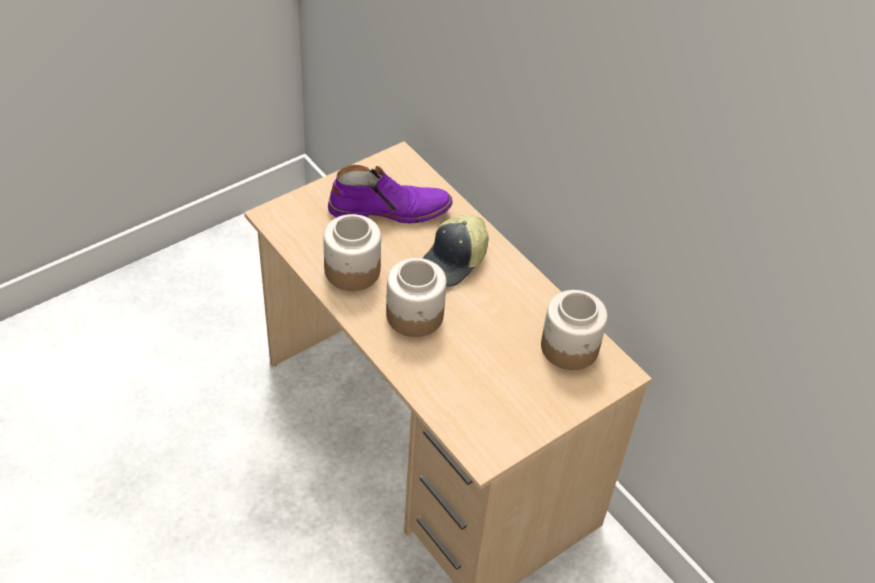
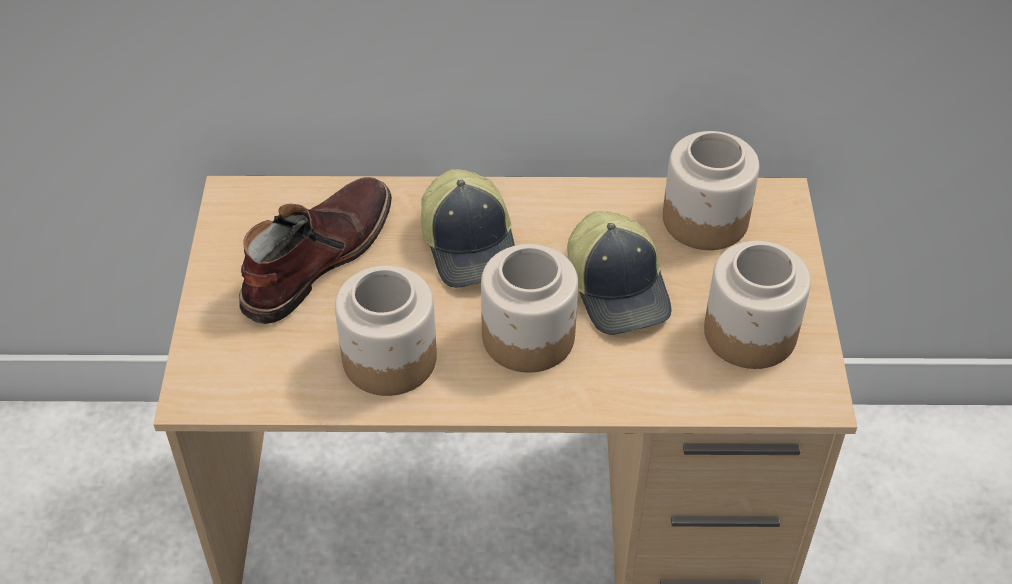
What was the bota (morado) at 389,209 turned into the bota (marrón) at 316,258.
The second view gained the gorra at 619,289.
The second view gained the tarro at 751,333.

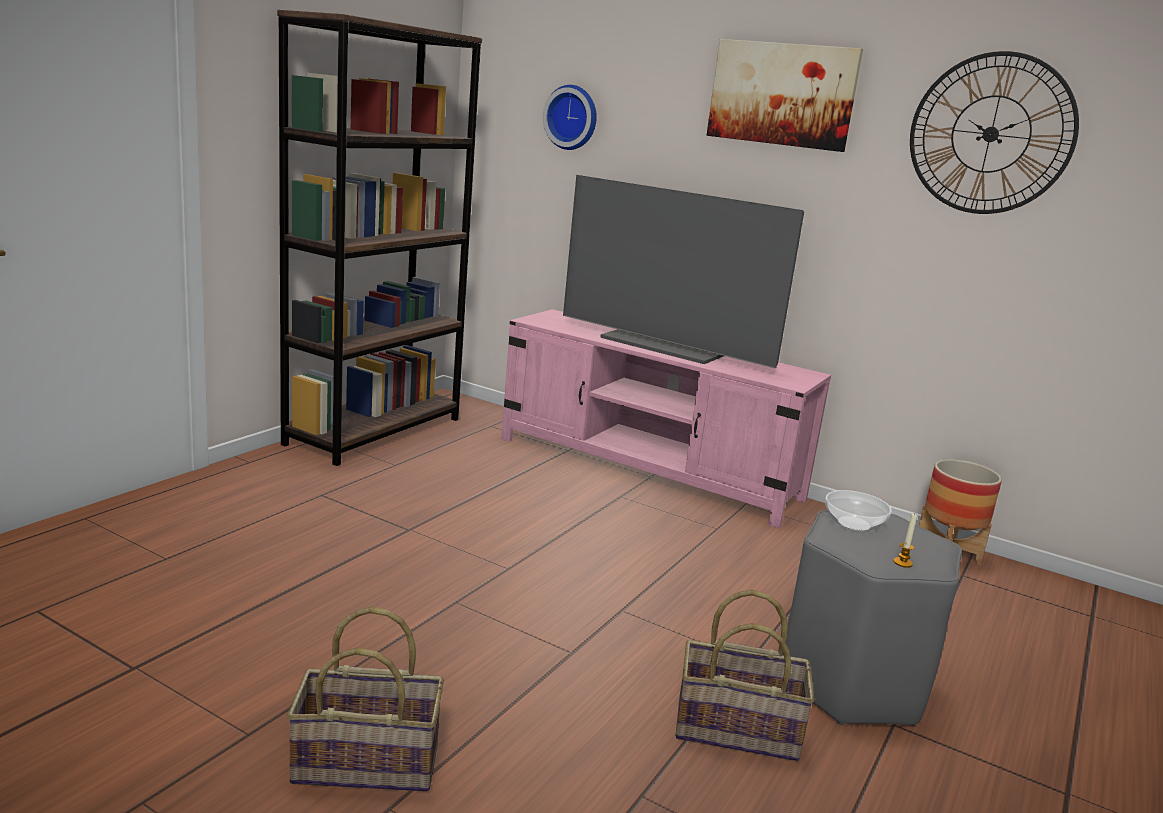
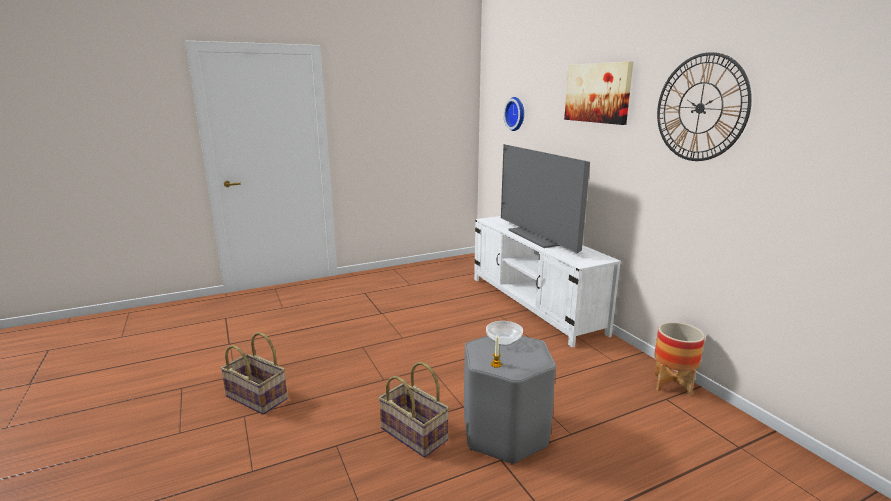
What was the mueble de televisión (rosa) at 648,469 turned into the mueble de televisión (blanco) at 534,304.
The second view lost the estantería (marrón) at 375,431.

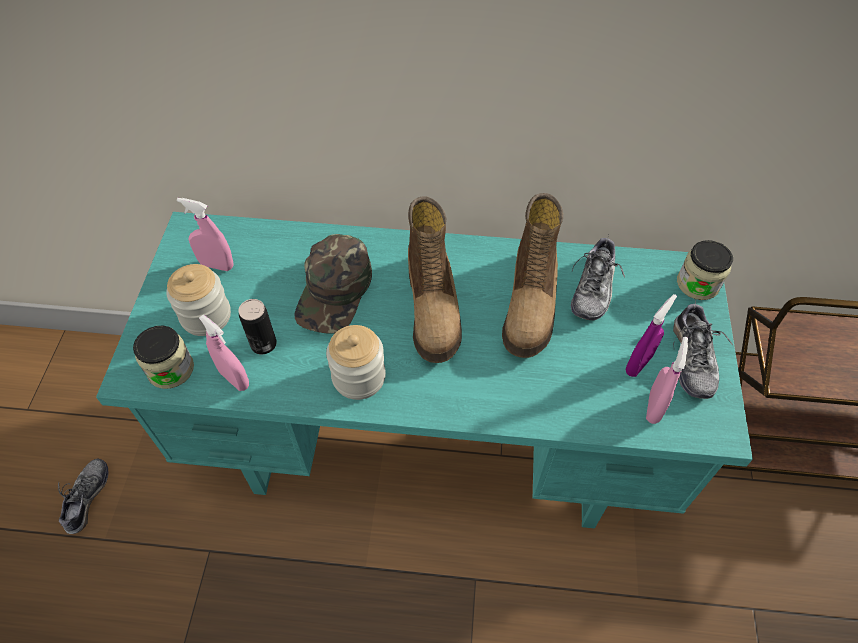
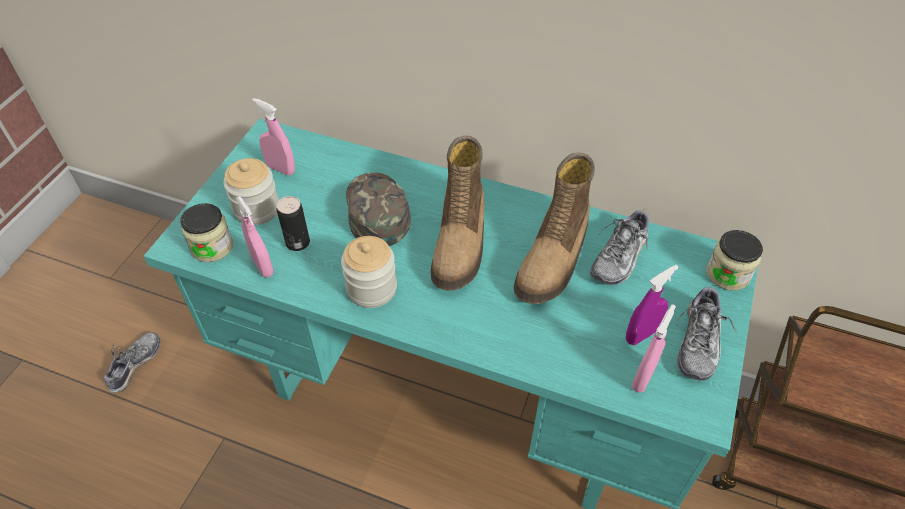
The gorra (verde) at 335,291 ended up facing another way, 135 degrees clockwise from before.

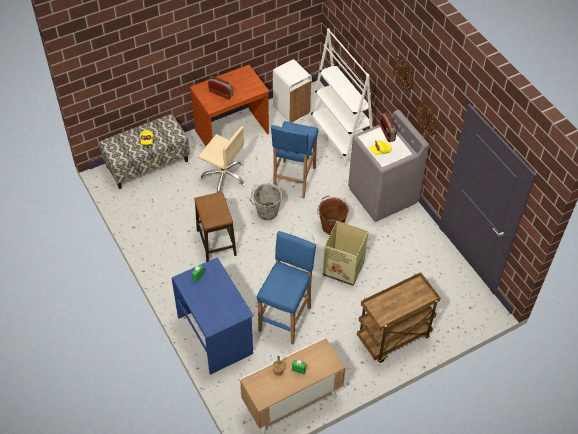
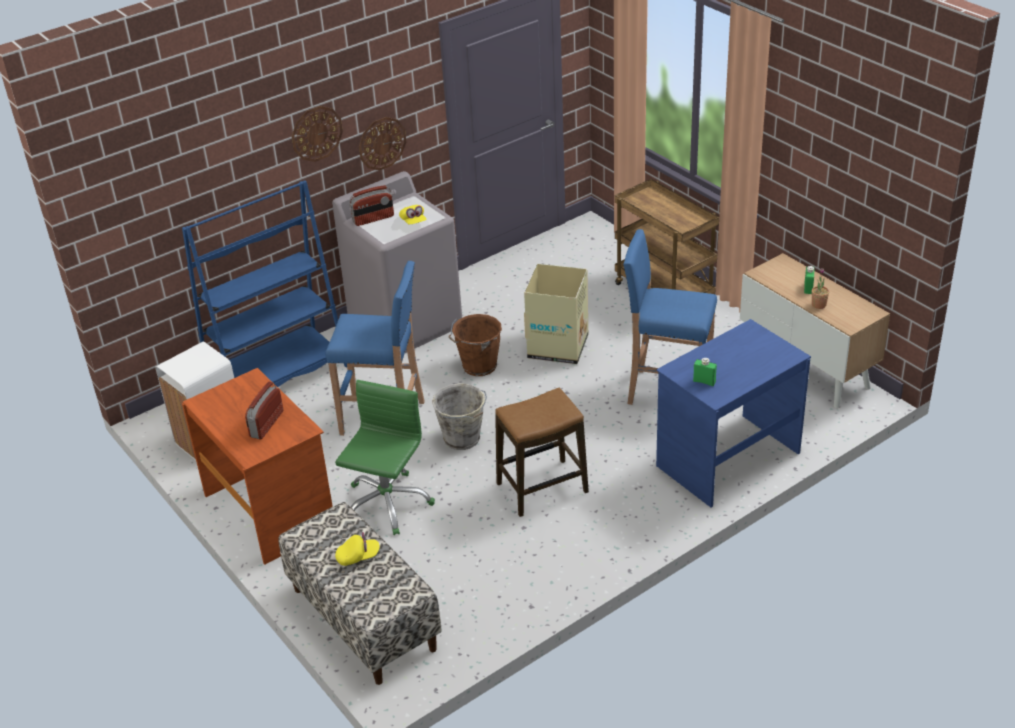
What was the estantería (blanco) at 340,136 turned into the estantería (azul) at 278,377.
What was the silla de oficina (beis) at 224,177 turned into the silla de oficina (verde) at 387,503.

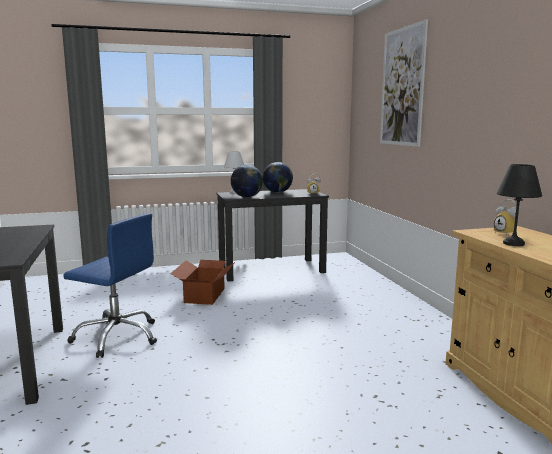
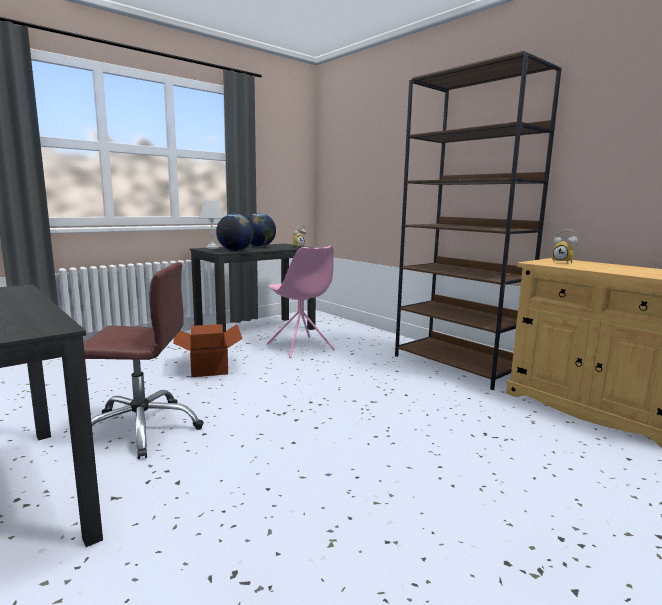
What was the silla de oficina (azul) at 117,337 turned into the silla de oficina (marrón) at 142,429.
The second view gained the silla (rosa) at 300,347.
The second view gained the estantería (marrón) at 458,365.
The second view lost the cuadro at 402,87.
The second view lost the lámpara de mesa (negro) at 512,243.

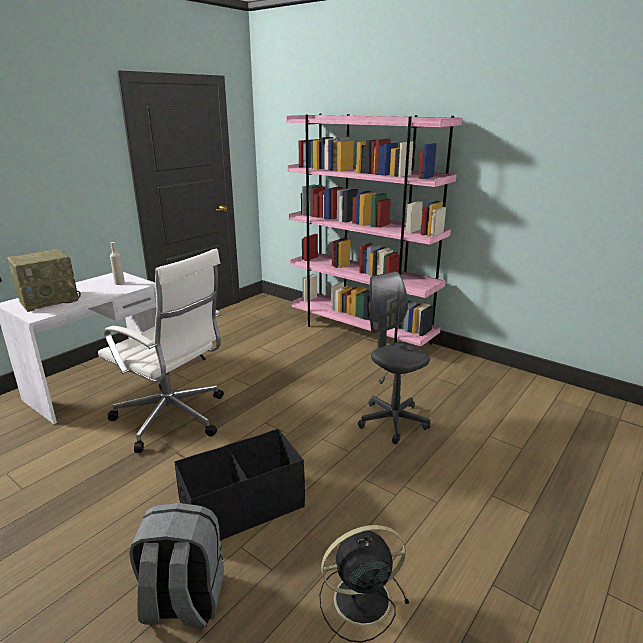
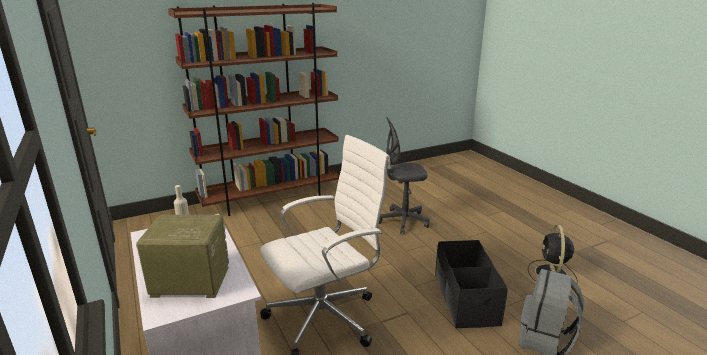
The radio at 49,300 ended up facing another way, 75 degrees counterclockwise from before.
What was the estantería (rosa) at 361,333 turned into the estantería (marrón) at 270,198.

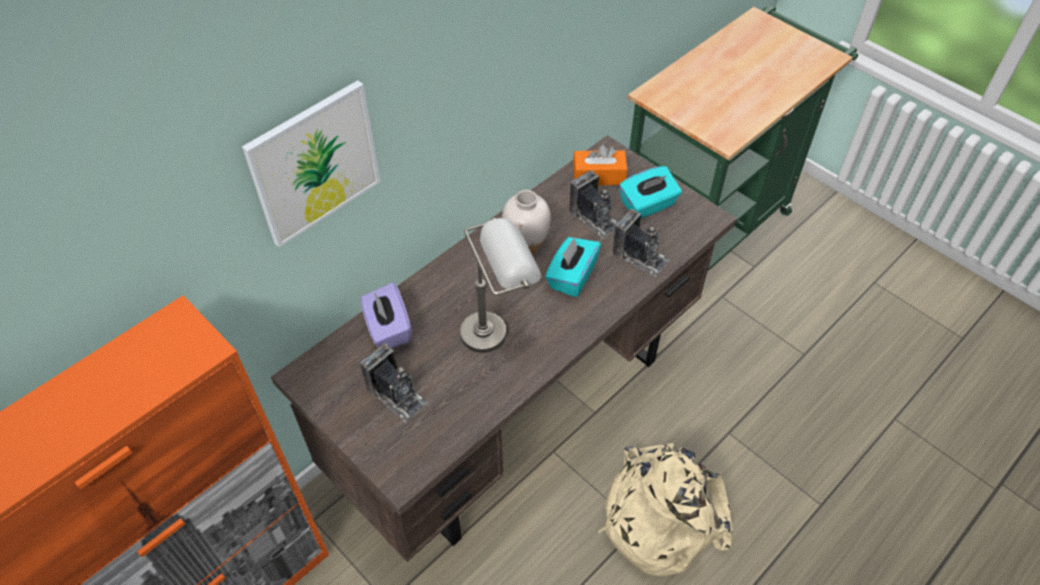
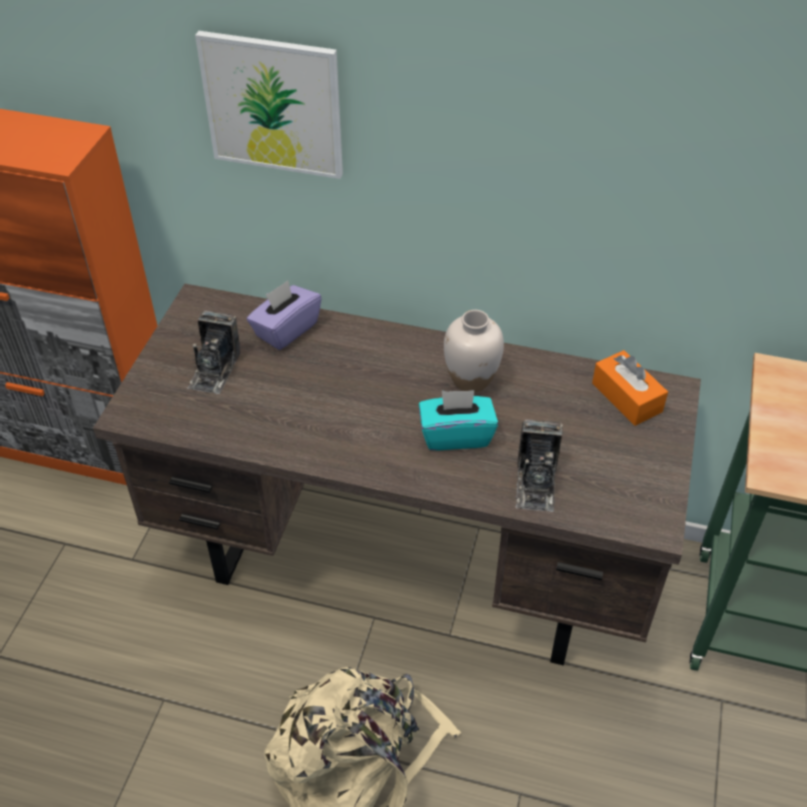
The second view lost the lámpara de mesa (gris) at 498,327.
The second view lost the cámara at 594,217.
The second view lost the caja de pañuelos (turquesa) at 648,205.

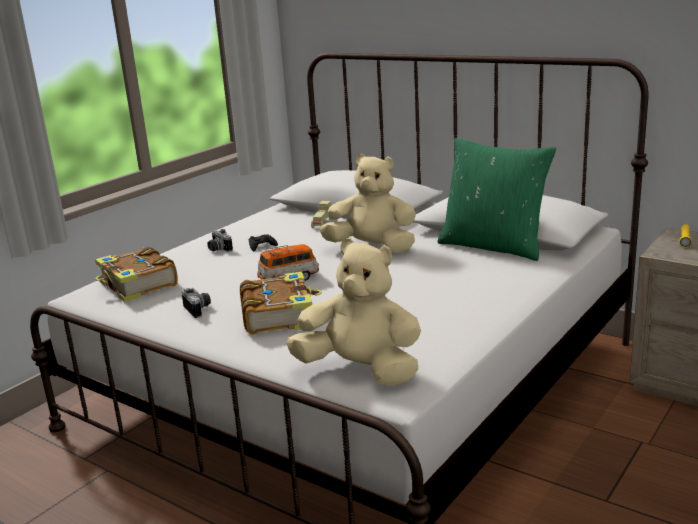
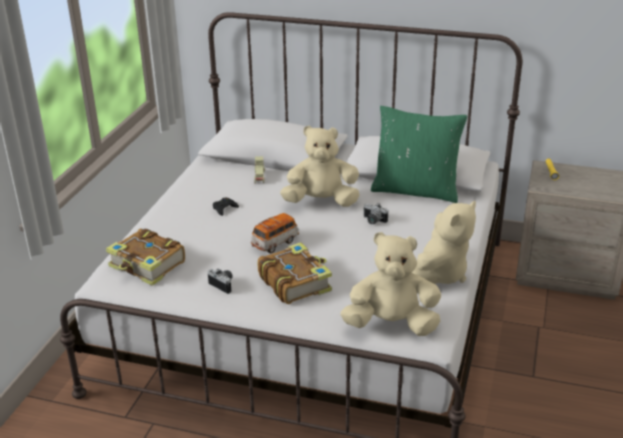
The cámara ended up elsewhere, having gone from 218,249 to 373,221.
The second view gained the peluche (beis) at 439,274.

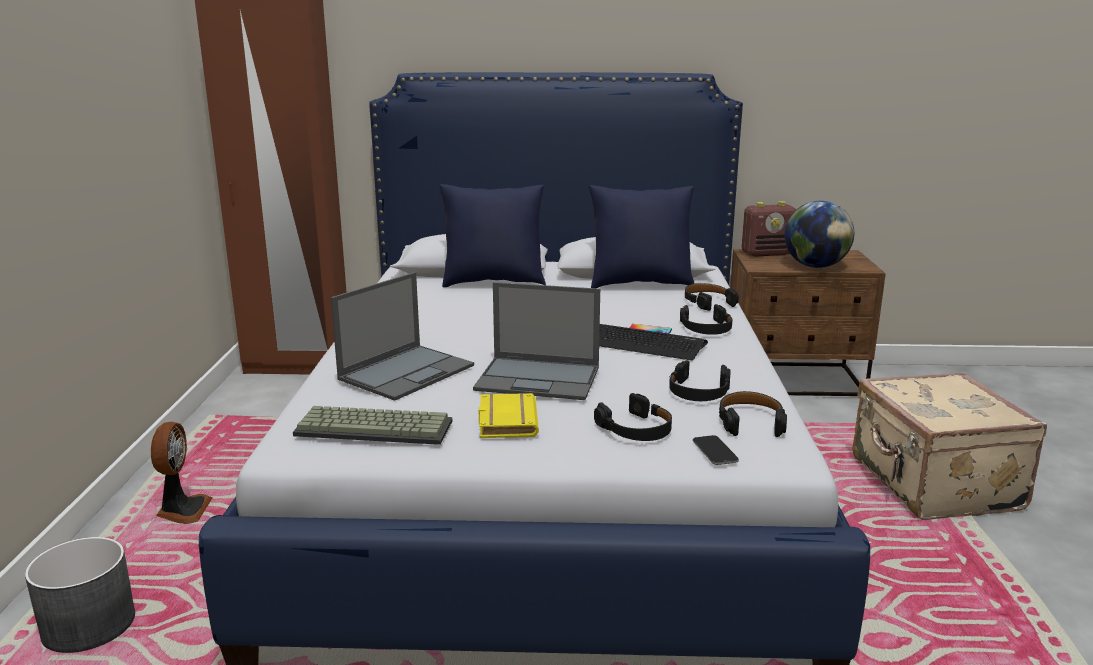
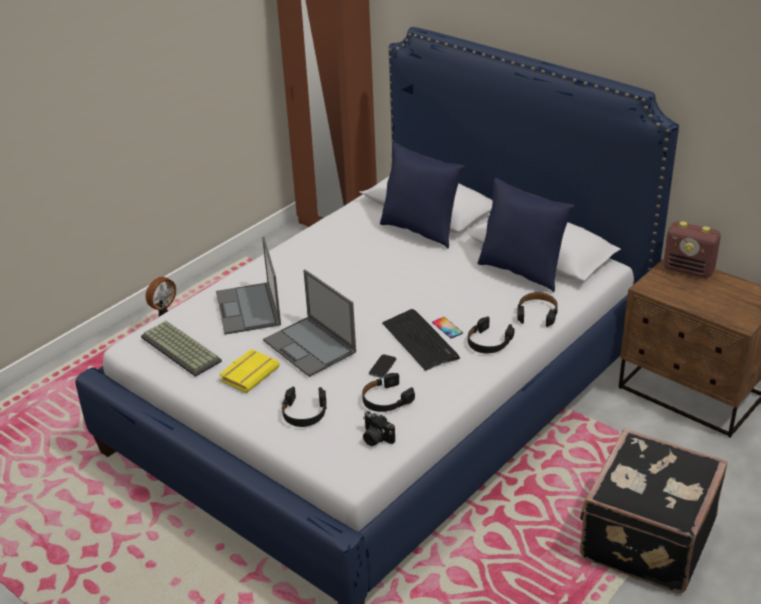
The portátil at 407,372 ended up facing another way, 90 degrees clockwise from before.
Where the auriculares (negro) stood at 750,422, the cámara came to stand at 375,438.
The móvil ended up elsewhere, having gone from 715,451 to 382,367.
What was the maleta (beis) at 932,484 turned into the maleta (negro) at 645,538.
The second view lost the maceta (gris) at 88,624.
The second view lost the globo terráqueo at 815,266.

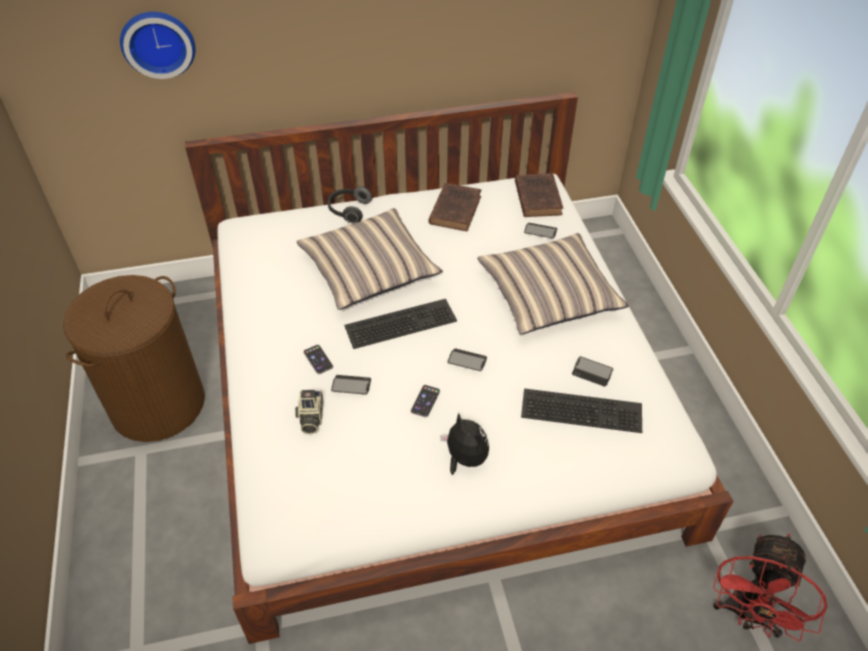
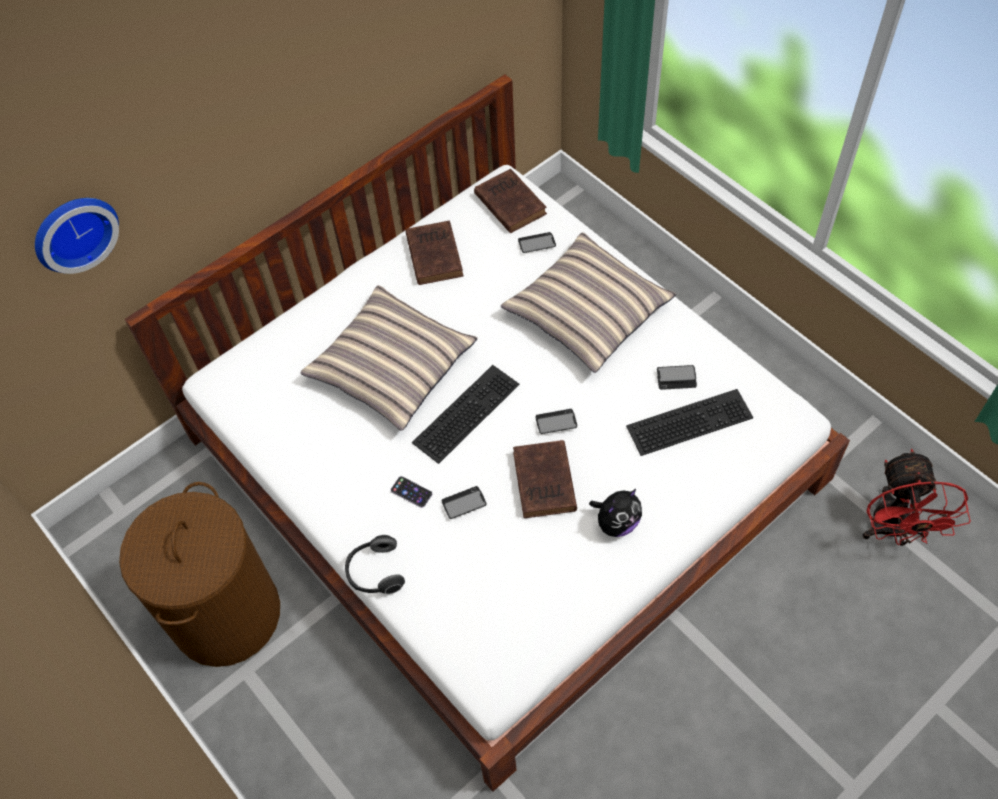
The auriculares ended up elsewhere, having gone from 348,210 to 375,572.
Where the móvil stood at 425,401, the libro (marrón) came to stand at 544,484.
The peluche at 464,459 ended up facing another way, 120 degrees clockwise from before.
The second view lost the cámara at 310,418.

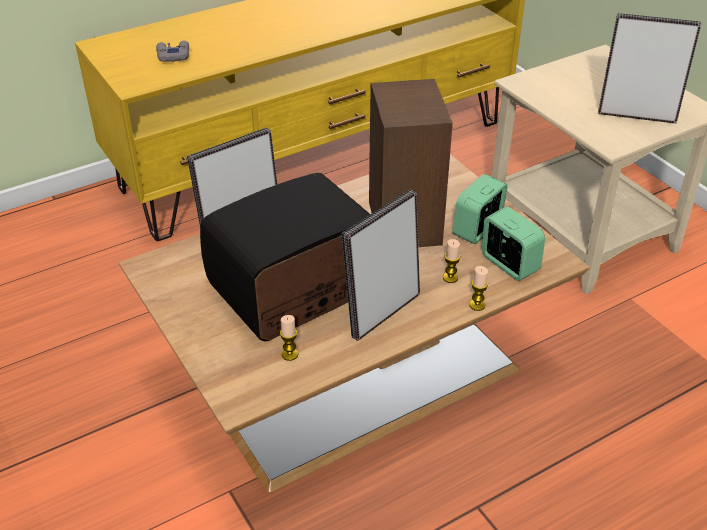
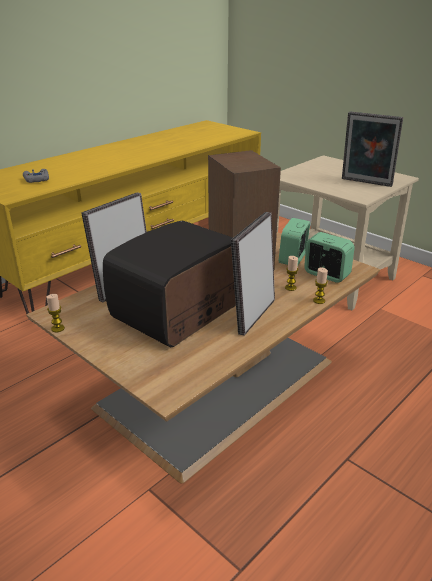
The vela ended up elsewhere, having gone from 290,354 to 58,328.
The portarretratos at 636,115 ended up facing another way, 150 degrees counterclockwise from before.

